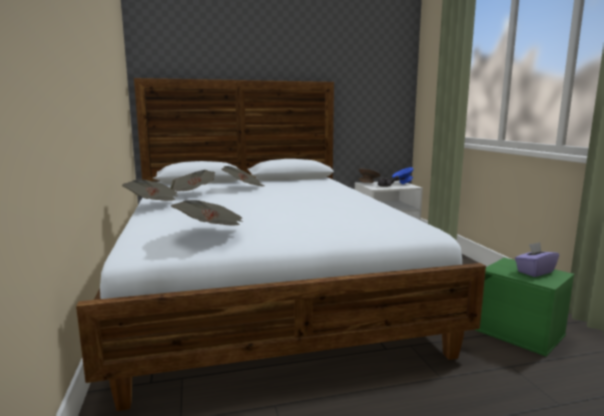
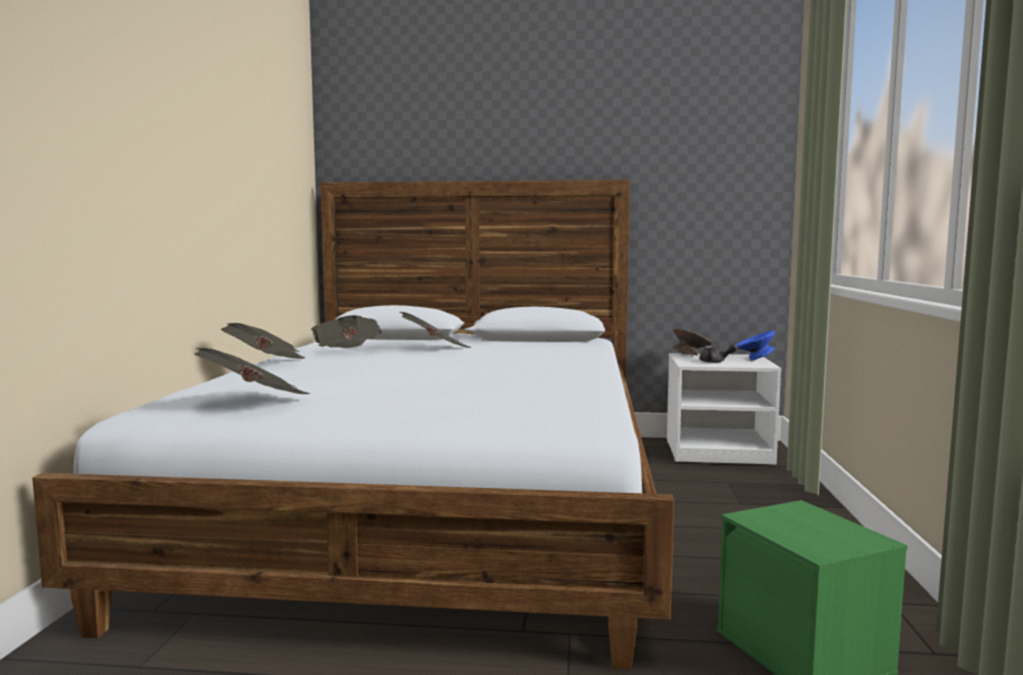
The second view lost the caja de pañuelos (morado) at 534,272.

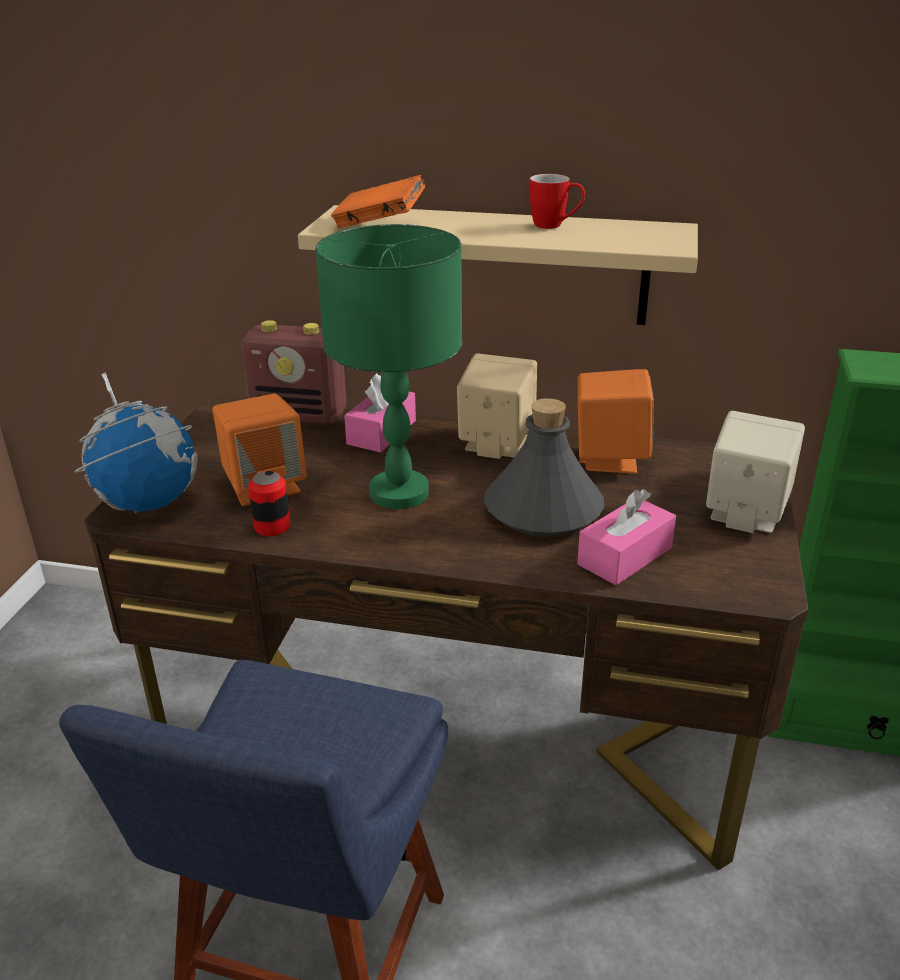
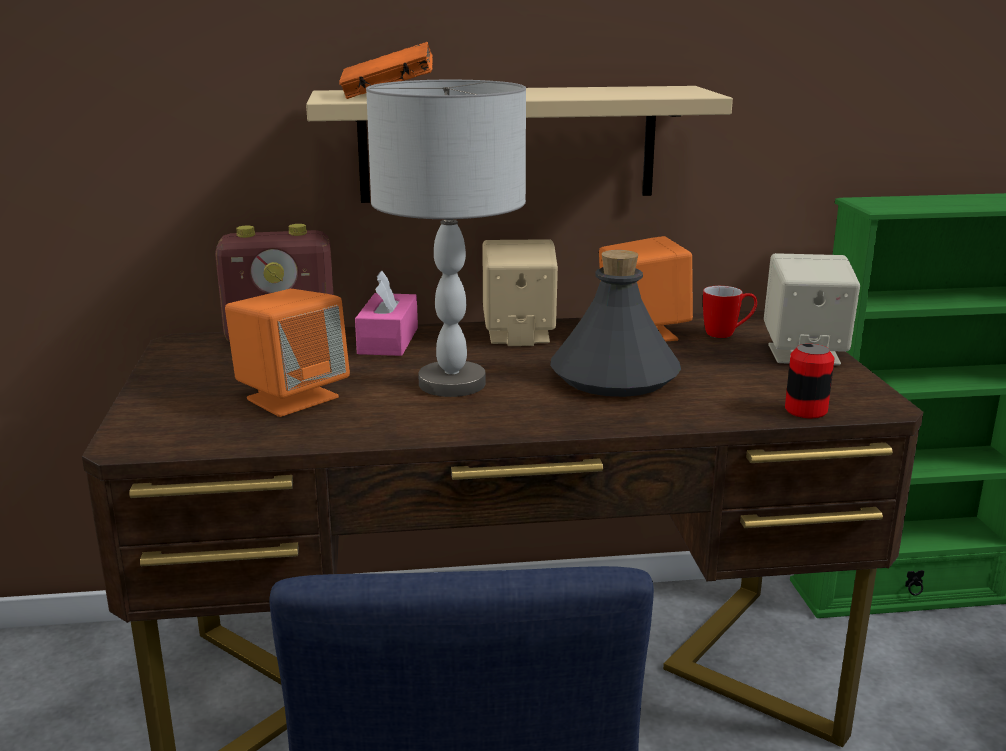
What was the lámpara de mesa (verde) at 399,494 turned into the lámpara de mesa (gris) at 452,384.
The taza grande ended up elsewhere, having gone from 555,226 to 727,334.
The lata ended up elsewhere, having gone from 272,527 to 805,410.
The second view lost the globo terráqueo at 149,502.
The second view lost the caja de pañuelos (rosa) at 625,556.

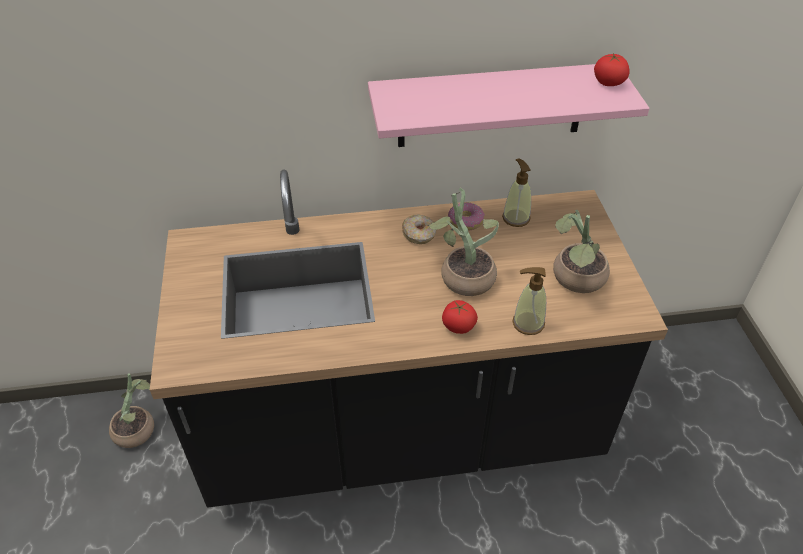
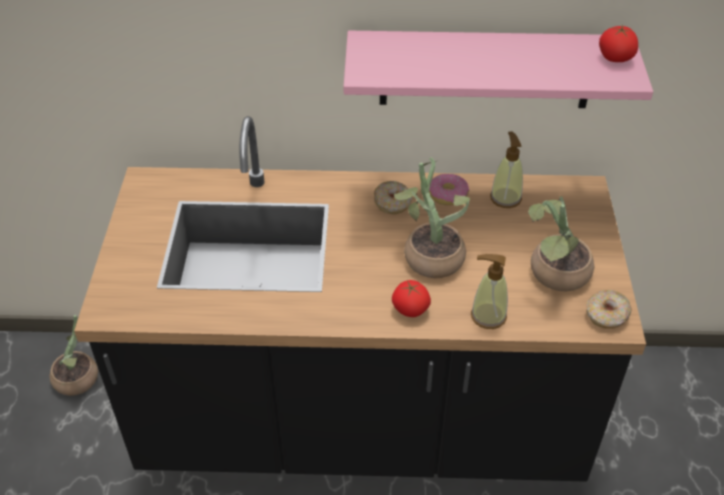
The second view gained the rosquilla at 606,315.

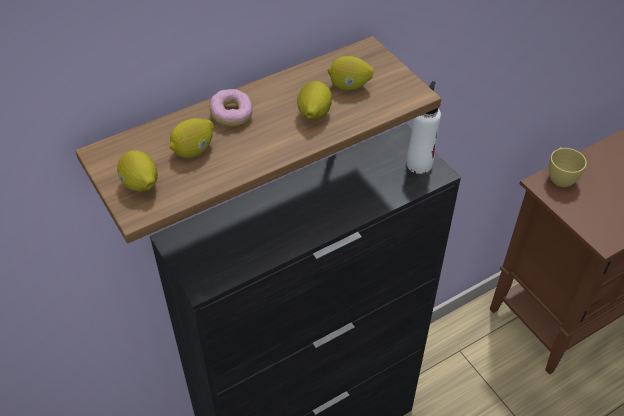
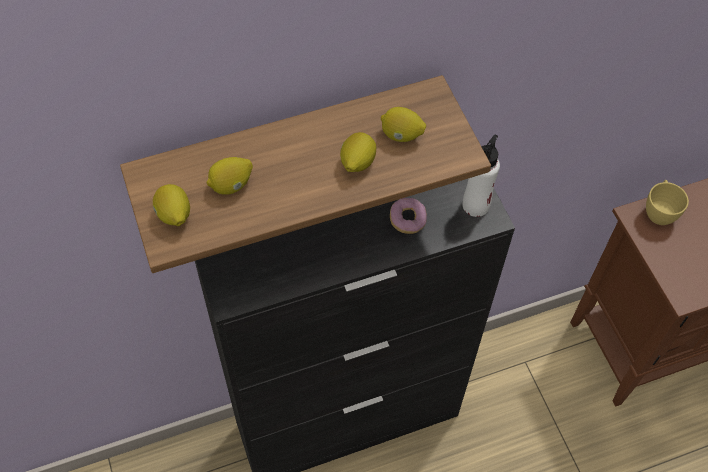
The rosquilla ended up elsewhere, having gone from 232,115 to 407,220.

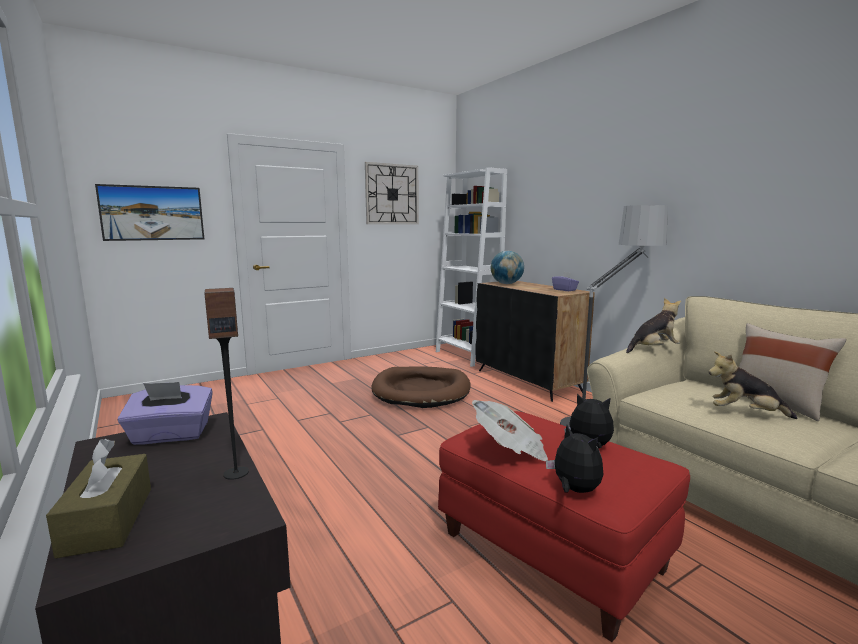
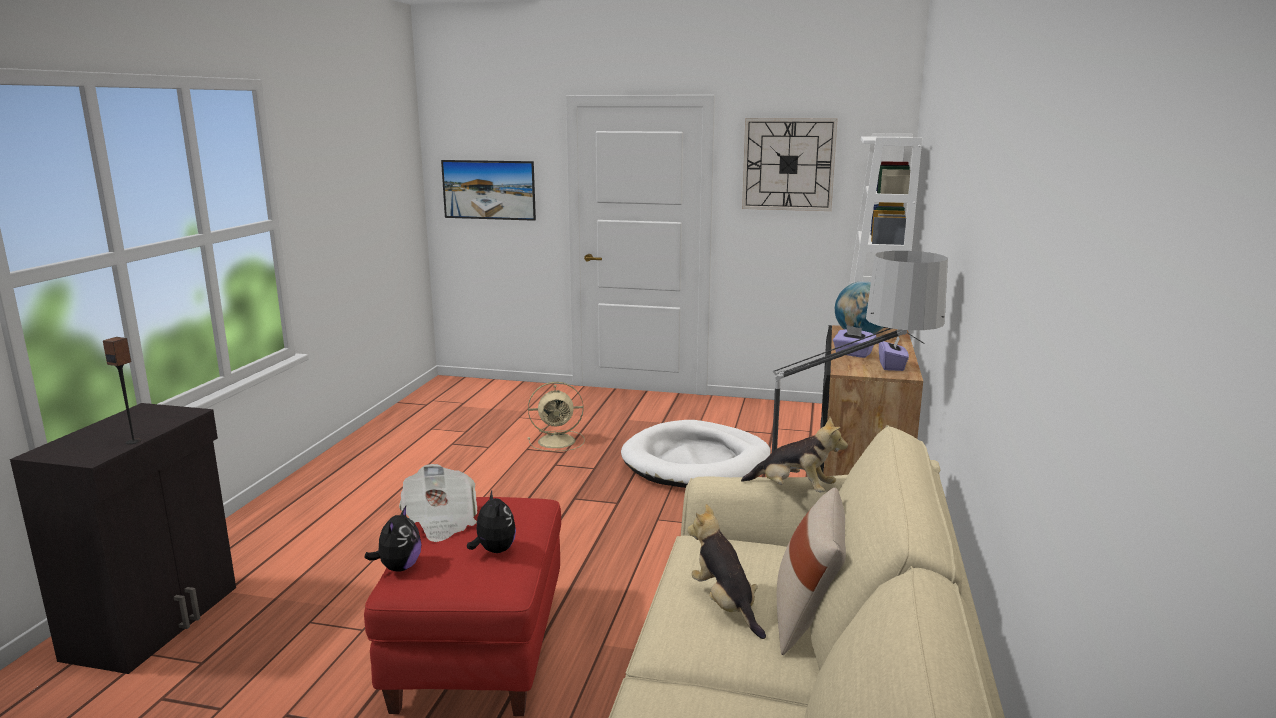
The second view gained the ventilador (beis) at 558,441.
What was the cama para perro (marrón) at 421,391 turned into the cama para perro (blanco) at 696,461.
The caja de pañuelos (morado) ended up elsewhere, having gone from 171,435 to 853,354.
The second view lost the caja de pañuelos (marrón) at 108,520.

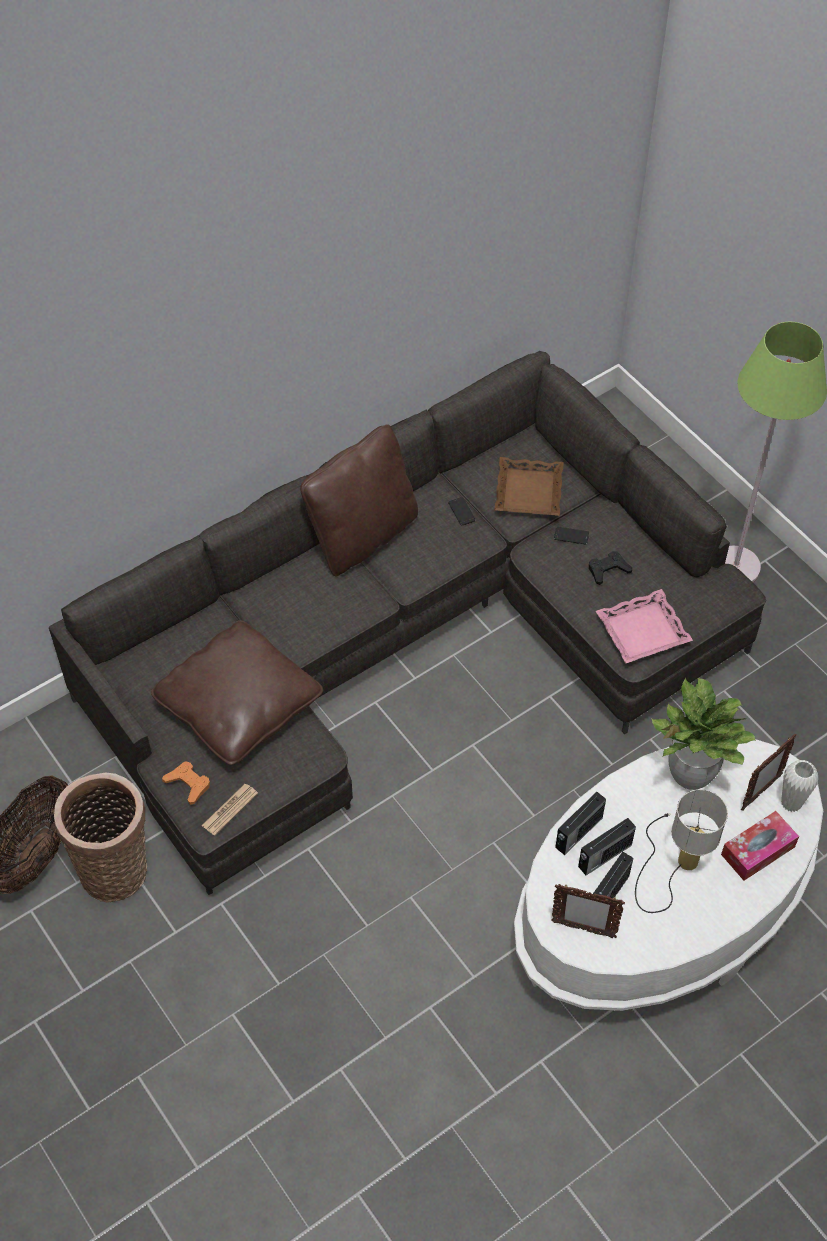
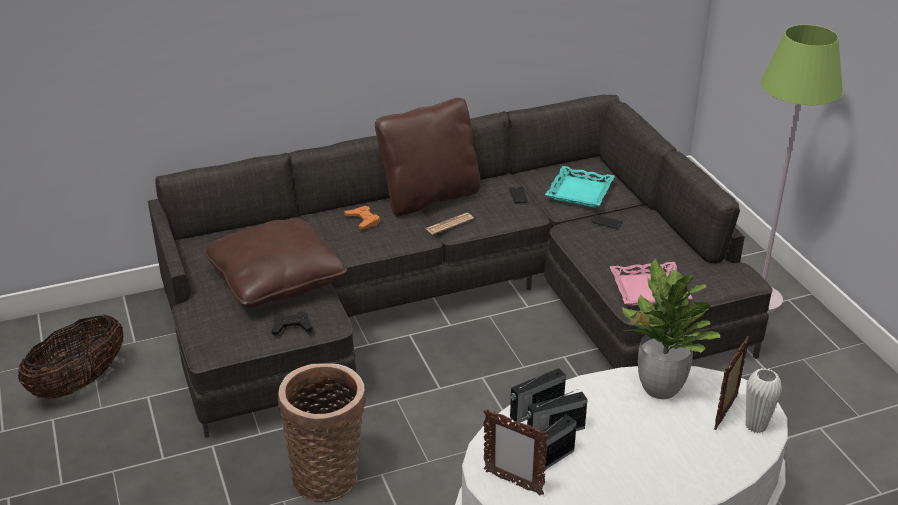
The mando de consola (negro) ended up elsewhere, having gone from 608,570 to 291,327.
The cesta ended up elsewhere, having gone from 116,867 to 328,475.
The mando de consola (naranja) ended up elsewhere, having gone from 188,784 to 363,220.
The periódico ended up elsewhere, having gone from 230,809 to 449,224.
What was the bandeja (marrón) at 528,491 turned into the bandeja (turquesa) at 579,192.
The portarretratos at 760,793 ended up facing another way, 150 degrees clockwise from before.
The second view lost the lámpara de mesa at 674,864.
The second view lost the caja de pañuelos at 758,851.

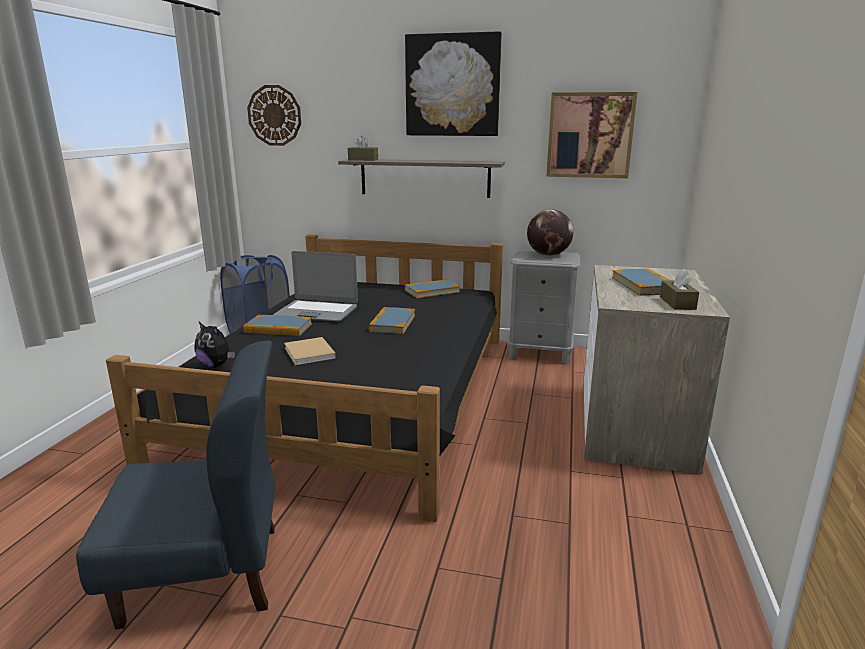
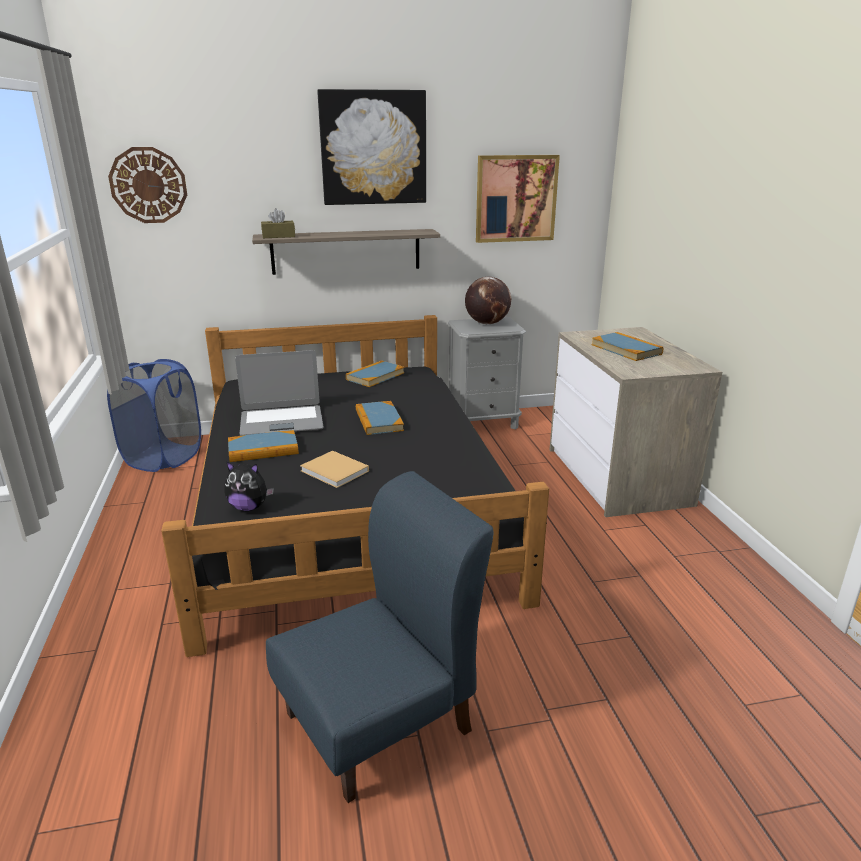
The second view lost the caja de pañuelos (marrón) at 677,303.

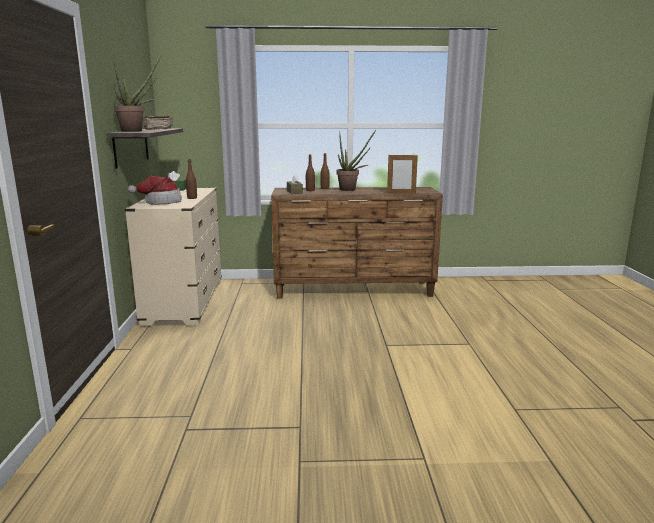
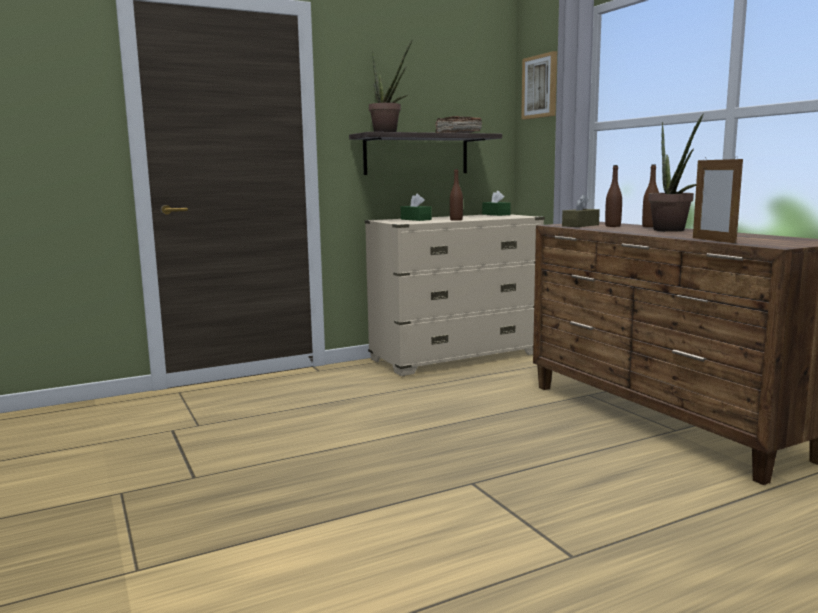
Where the sombrero stood at 161,202, the caja de pañuelos (verde) came to stand at 416,219.
The second view gained the cuadro at 540,86.

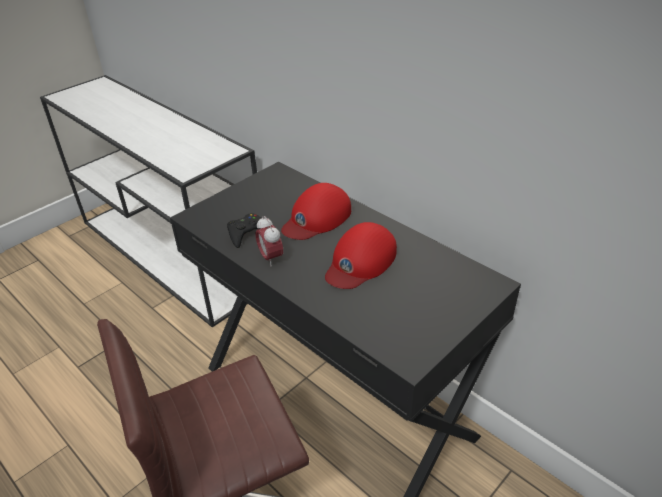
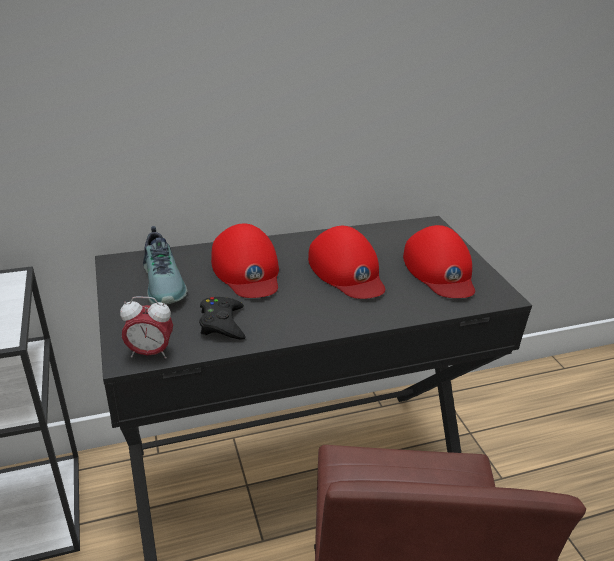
The despertador ended up elsewhere, having gone from 271,258 to 150,352.
The second view gained the zapato at 165,282.
The second view gained the gorra (rojo) at 439,270.

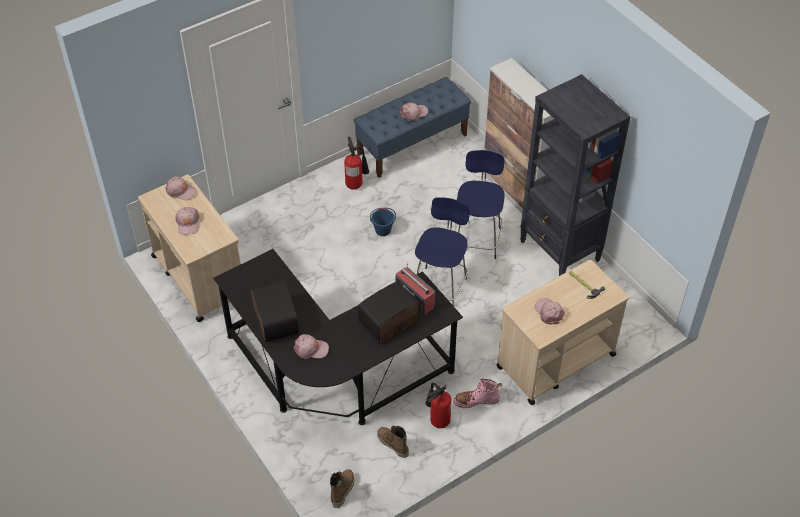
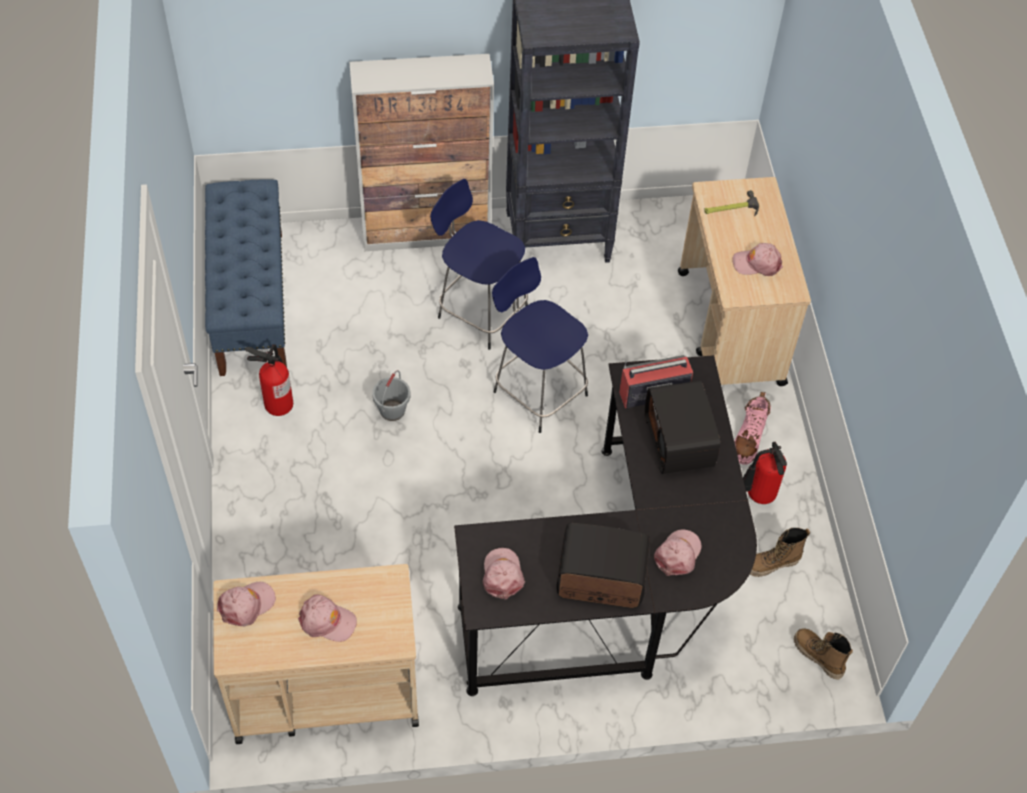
What was the cubo (azul) at 383,230 turned into the cubo (gris) at 392,410.
The gorra (rosa) ended up elsewhere, having gone from 414,113 to 502,575.

